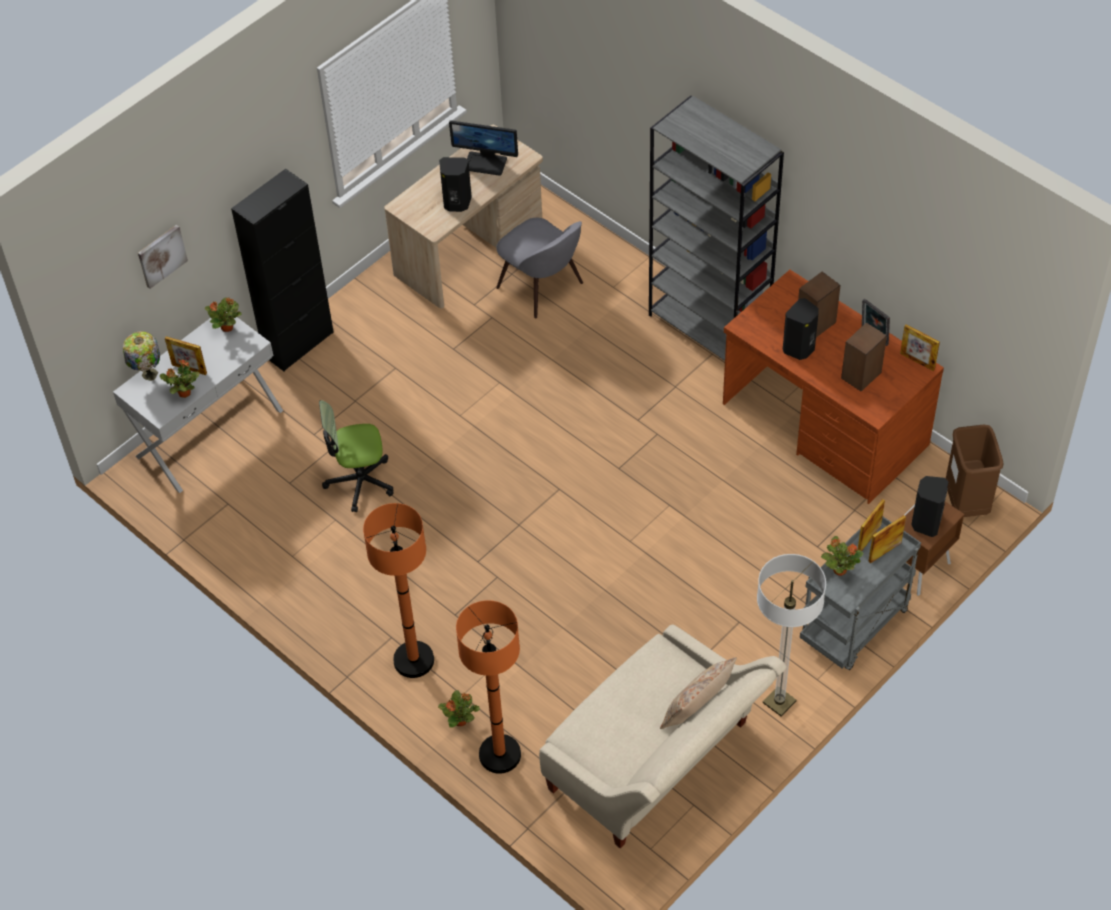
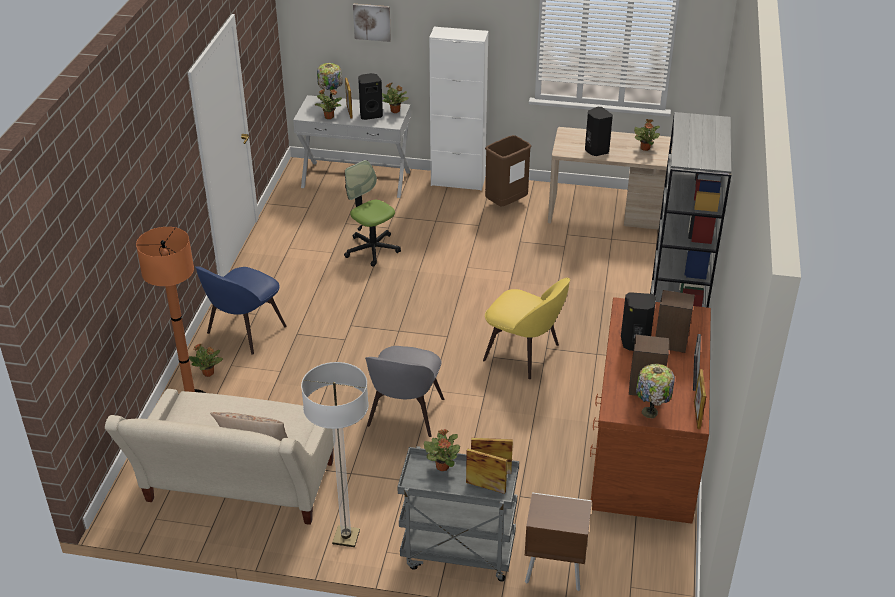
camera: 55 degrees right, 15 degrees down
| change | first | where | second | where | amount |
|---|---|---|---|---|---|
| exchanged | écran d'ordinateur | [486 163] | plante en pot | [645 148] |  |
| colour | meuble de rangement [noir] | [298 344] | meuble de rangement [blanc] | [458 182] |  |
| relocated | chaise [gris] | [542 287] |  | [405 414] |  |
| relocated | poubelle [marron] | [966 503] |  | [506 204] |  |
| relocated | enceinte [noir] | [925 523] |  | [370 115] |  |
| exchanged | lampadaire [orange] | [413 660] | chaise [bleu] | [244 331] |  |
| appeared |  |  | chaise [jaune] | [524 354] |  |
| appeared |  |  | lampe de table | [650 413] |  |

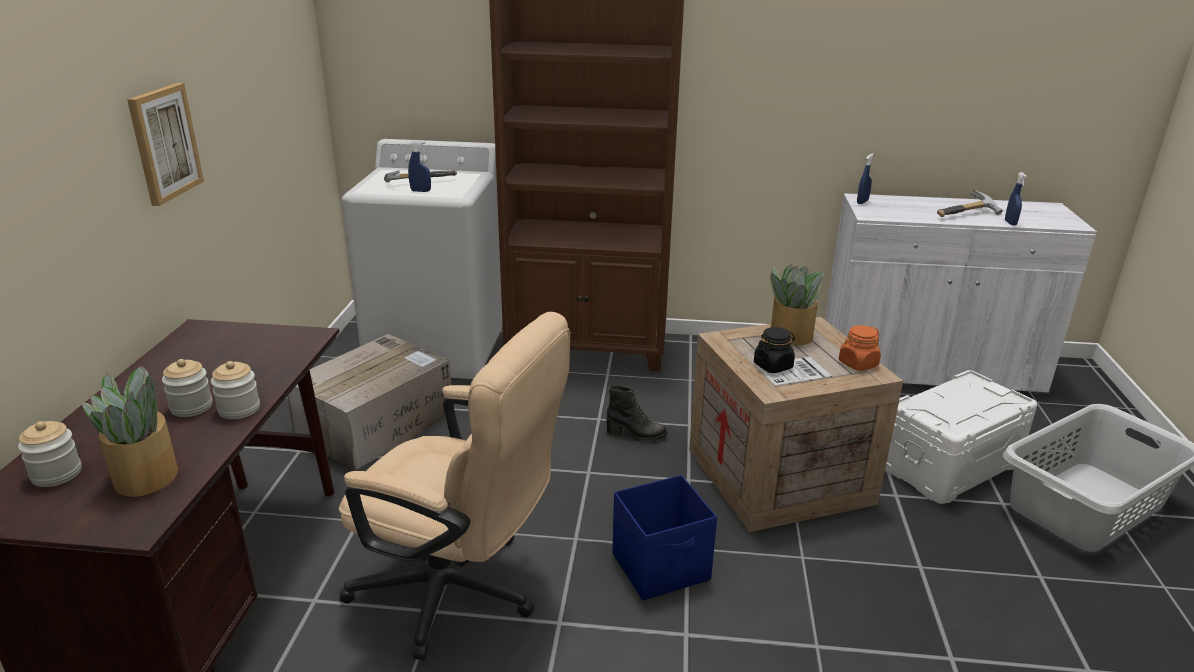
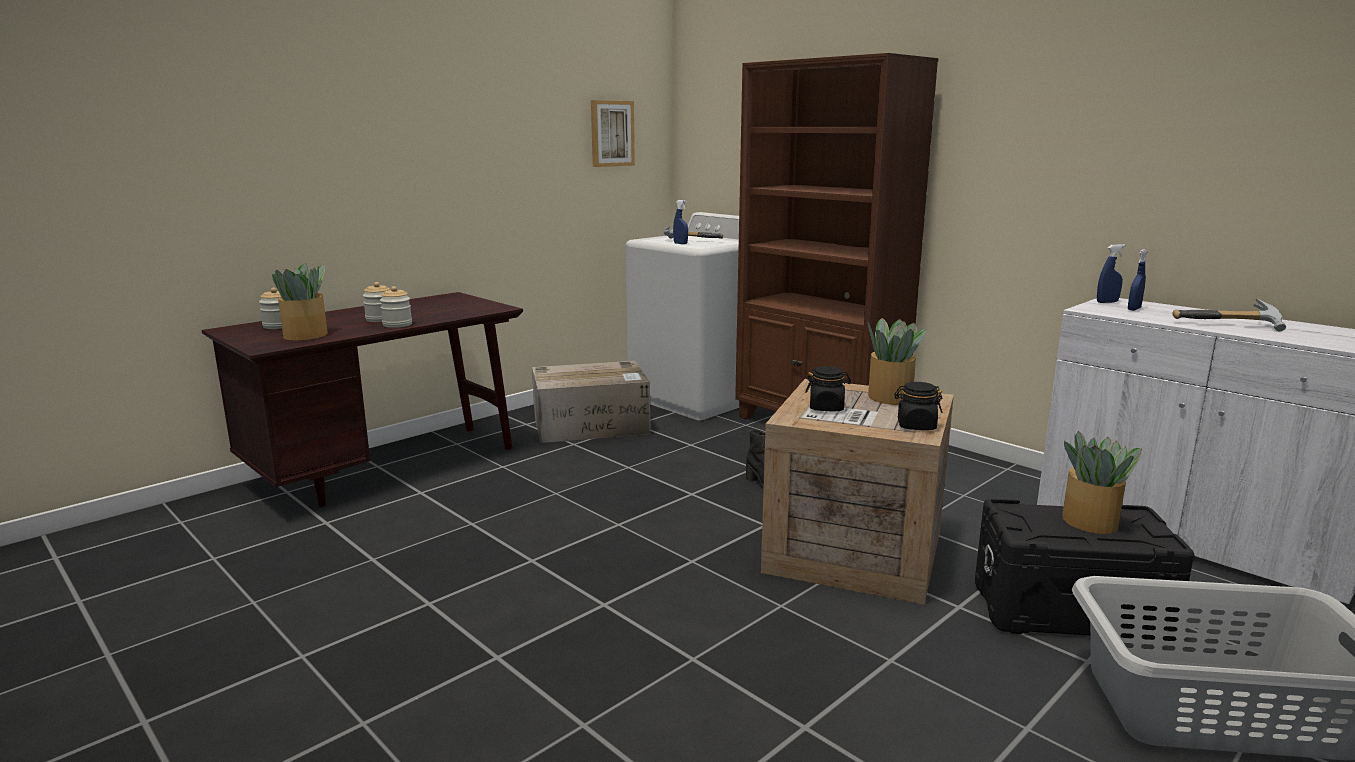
camera: 40 degrees right, 10 degrees down
| change | first | where | second | where | amount |
|---|---|---|---|---|---|
| relocated | tableau | [164 143] |  | [611 133] |  |
| relocated | vaporisateur [bleu] | [1010 223] |  | [1134 309] |  |
| missing | chaise de bureau [beige] | [460 593] |  |  |  |
| colour | bocal [orange] | [858 364] | bocal [noir] | [916 426] |  |
| colour | boîte de rangement [blanc] | [949 466] | boîte de rangement [noir] | [1070 611] |  |
| missing | boîte de rangement [bleu] | [662 567] |  |  |  |
| appeared |  |  | plante en pot | [1090 522] |  |

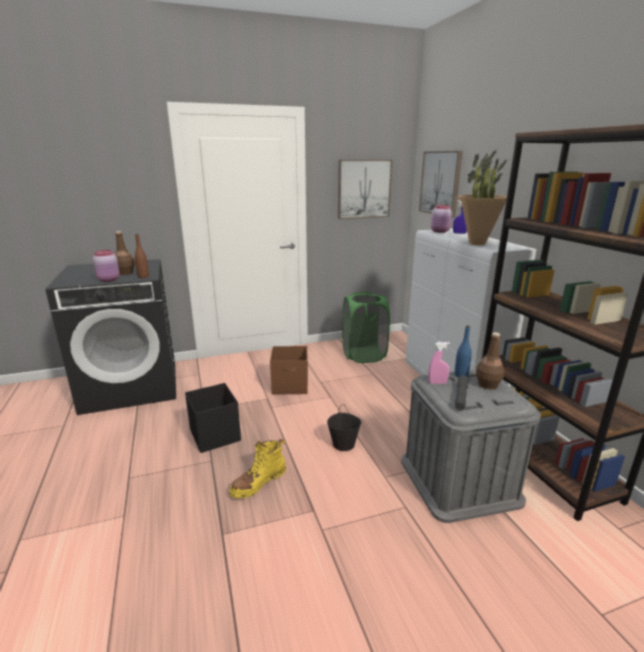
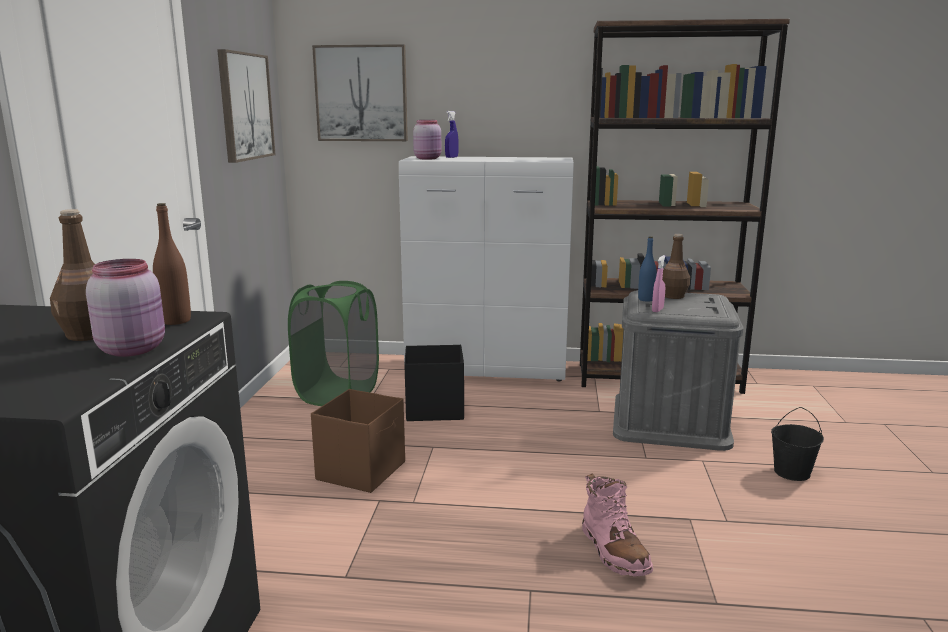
camera: 65 degrees left, 5 degrees down
| change | first | where | second | where | amount |
|---|---|---|---|---|---|
| missing | plante en pot | [476 243] |  |  |  |
| missing | lampe de poche [gris] | [461 397] |  |  |  |
| relocated | boîte de rangement [noir] | [215 435] |  | [433 409] |  |
| relocated | seau [noir] | [344 444] |  | [791 472] |  |
| colour | botte [jaune] | [258 482] | botte [rose] | [613 551] |  |

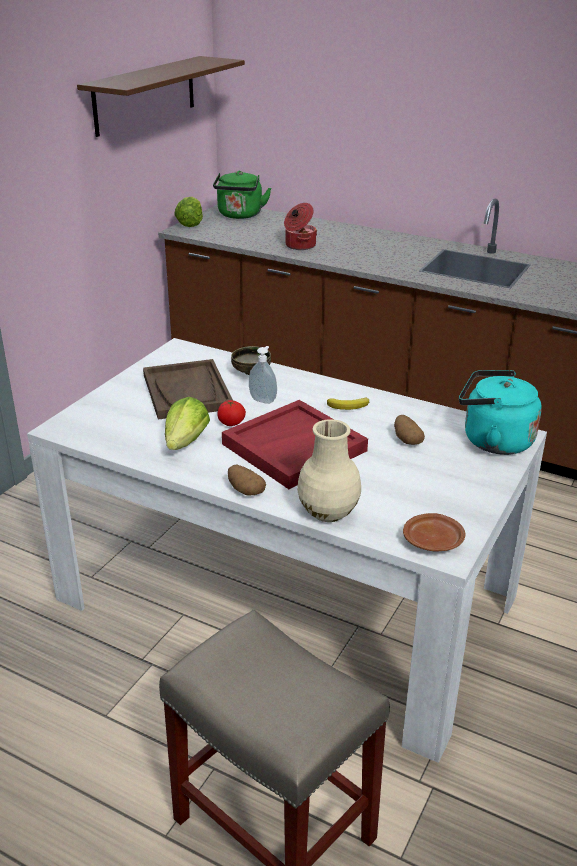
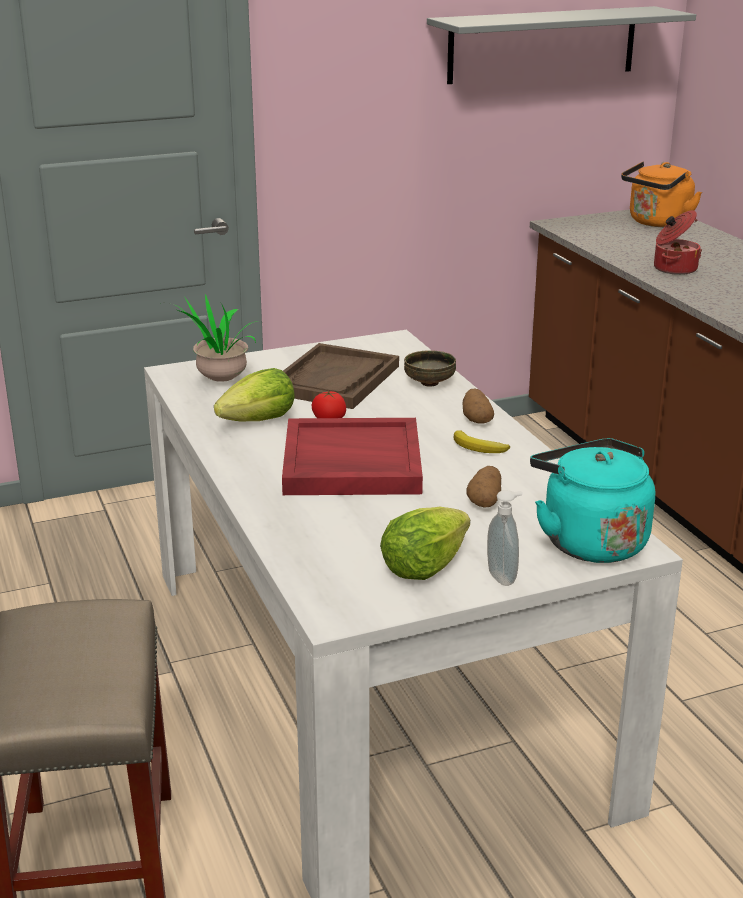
camera: 40 degrees right, 5 degrees down
| change | first | where | second | where | amount |
|---|---|---|---|---|---|
| colour | étagère [marron] | [145 95] | étagère [gris] | [542 44] |  |
| colour | bouilloire [vert] | [240 215] | bouilloire [orange] | [657 223] |  |
| relocated | laitue | [190 224] |  | [423 567] |  |
| relocated | distributeur de savon | [263 400] |  | [503 577] |  |
| missing | vase [beige] | [328 513] |  |  |  |
| relocated | pomme de terre | [245 490] |  | [476 419] |  |
| missing | assiette [marron] | [433 541] |  |  |  |
| appeared |  |  | plante en pot | [218 381] |  |

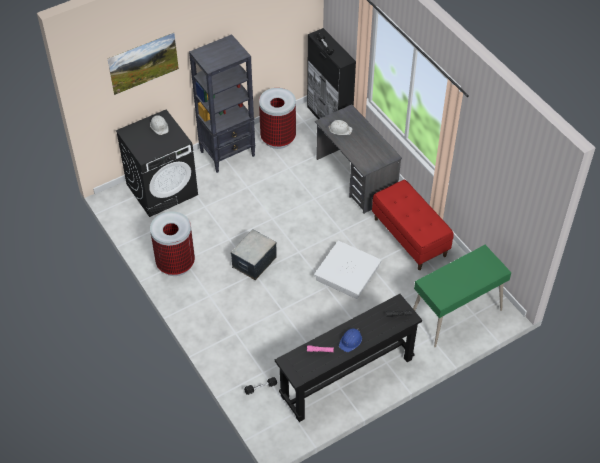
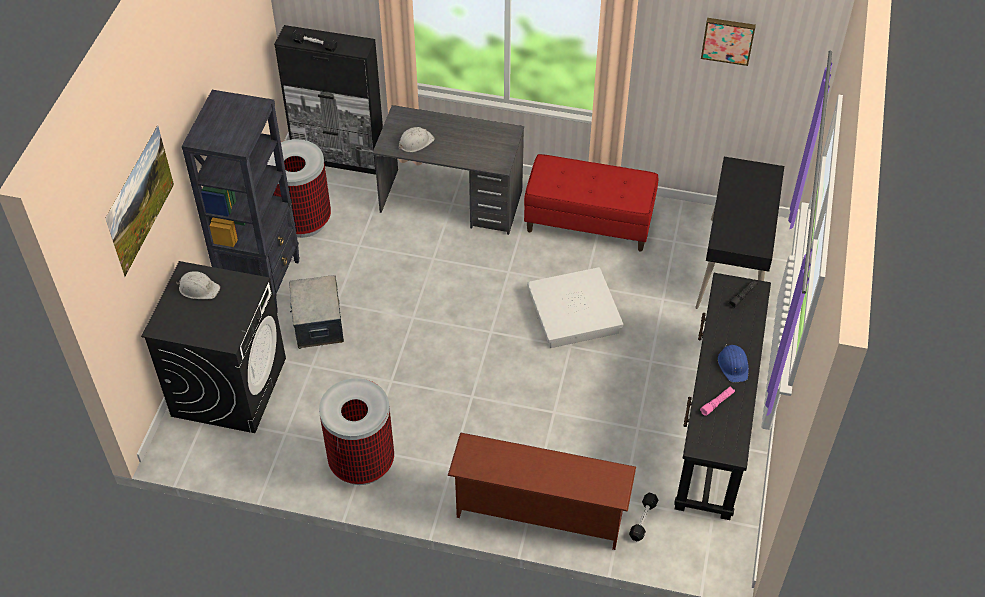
camera: 45 degrees left, 0 degrees up
| change | first | where | second | where | amount |
|---|---|---|---|---|---|
| relocated | boîte de rangement | [254 262] |  | [318 324] |  |
| colour | bureau [vert] | [456 314] | bureau [noir] | [734 268] |  |
| appeared |  |  | tableau | [728 40] |  |
| appeared |  |  | étagère à chaussures [marron] | [539 514] |  |

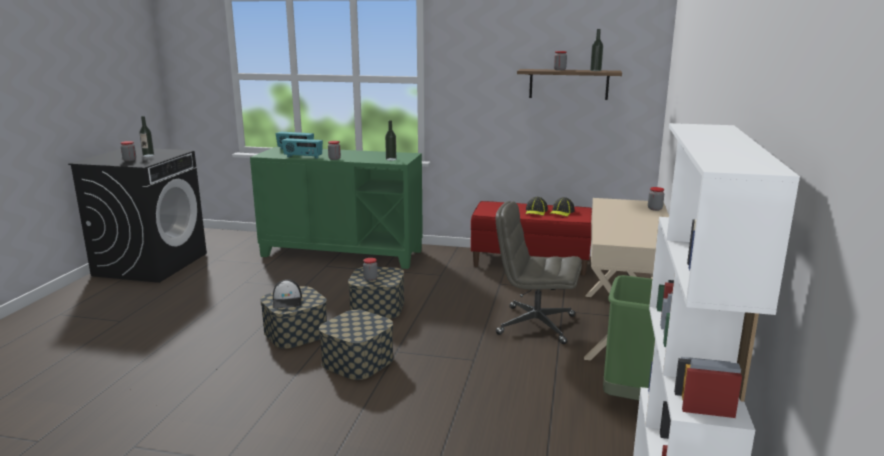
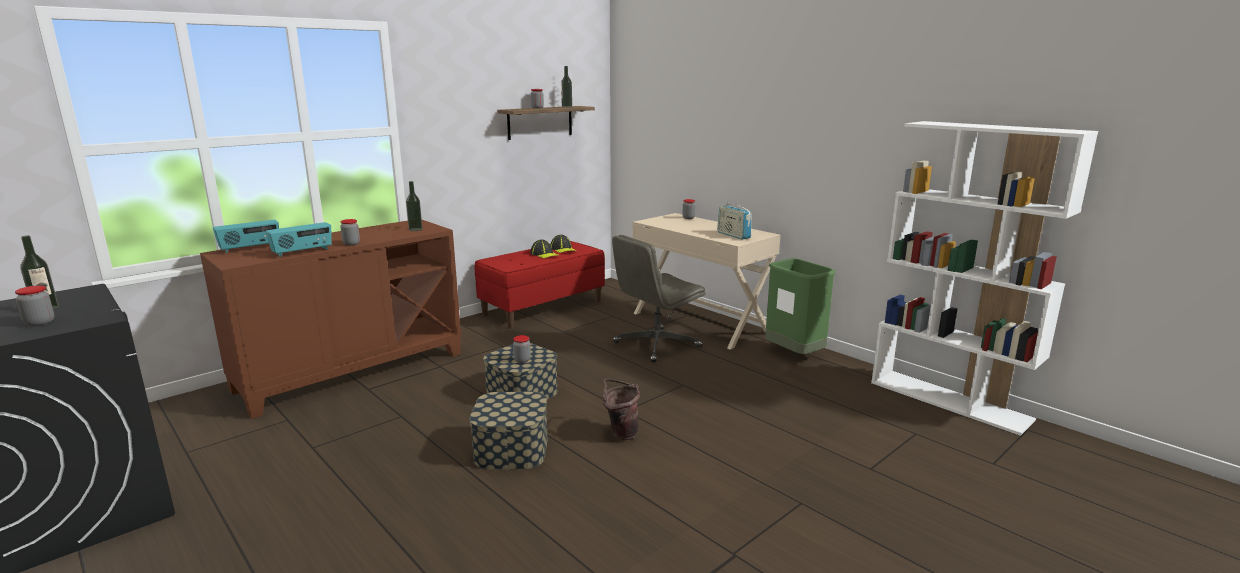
camera: 55 degrees left, 0 degrees up
| change | first | where | second | where | amount |
|---|---|---|---|---|---|
| colour | meuble de rangement [vert] | [342 253] | meuble de rangement [marron] | [352 371] |  |
| missing | casquette | [287 301] |  |  |  |
| exchanged | boîte de rangement | [358 361] | seau [marron] | [620 433] |  |
| appeared |  |  | radio | [733 235] |  |

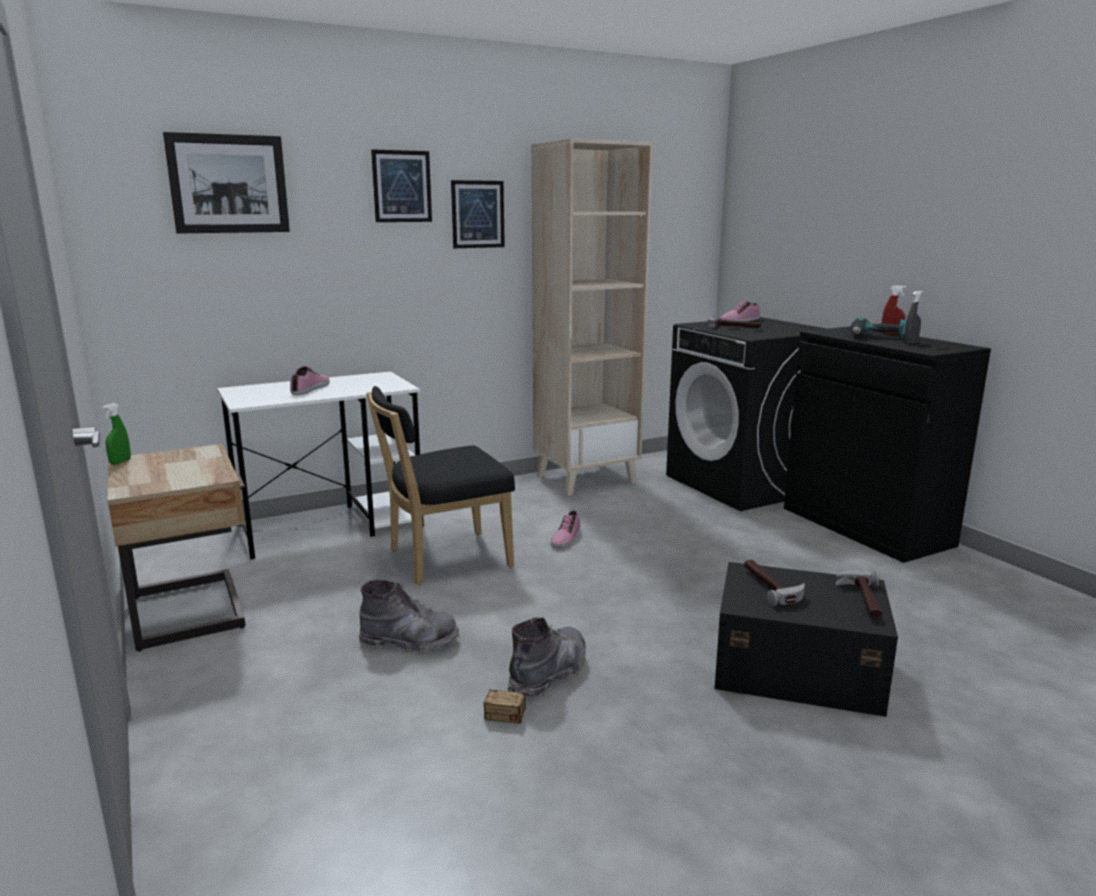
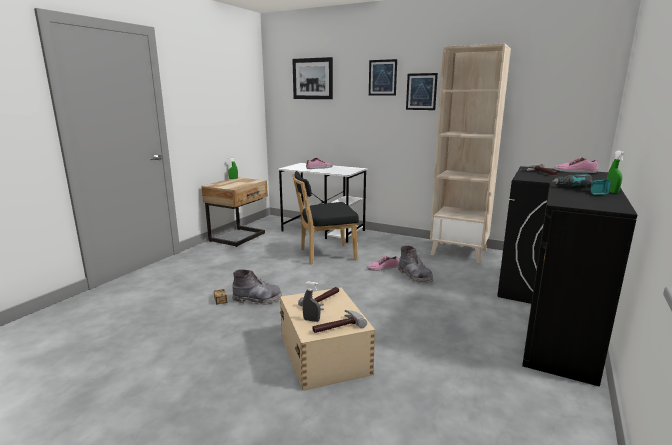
camera: 55 degrees right, 0 degrees up
| change | first | where | second | where | amount |
|---|---|---|---|---|---|
| colour | vaporisateur [rouge] | [891 334] | vaporisateur [vert] | [611 192] |  |
| relocated | vaporisateur [gris] | [910 342] |  | [311 320] |  |
| spun | chaise [noir] | [443 559] |  | [324 254] | 45 degrees counterclockwise |
| colour | boîte de rangement [noir] | [795 668] | boîte de rangement [beige] | [324 353] |  |
| relocated | botte [gris] | [409 642] |  | [414 276] |  |

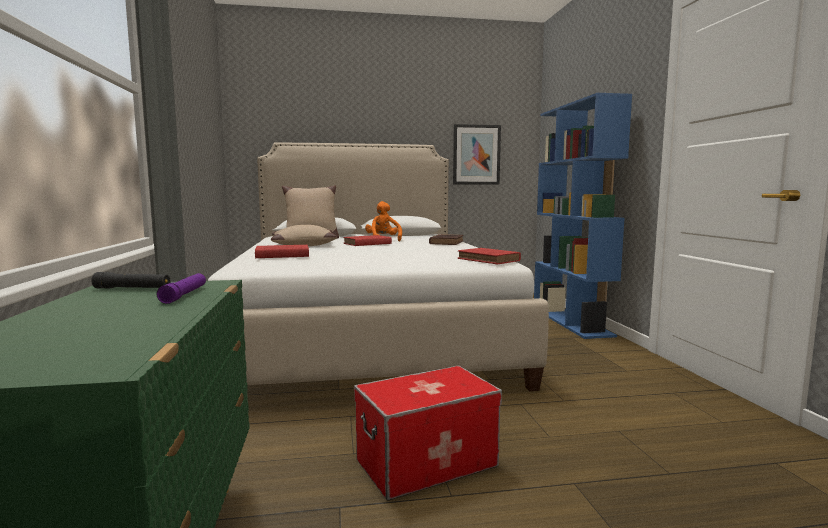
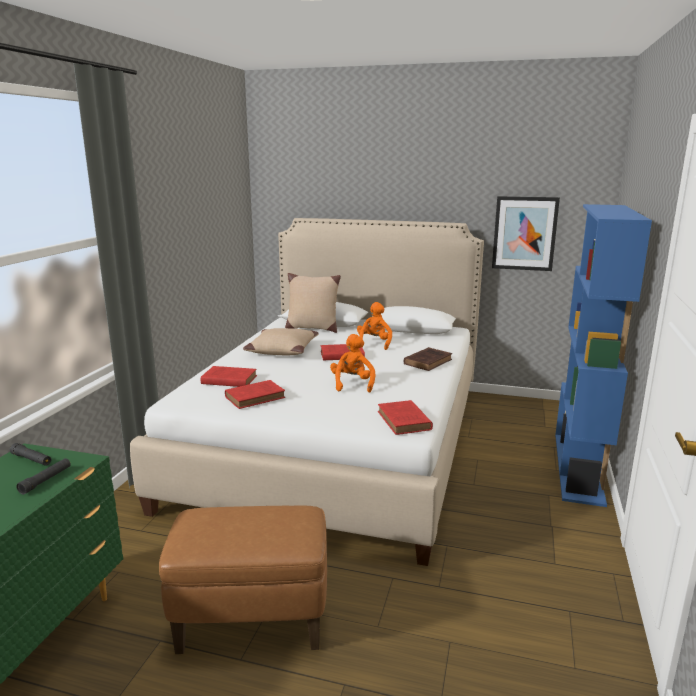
camera: 25 degrees right, 10 degrees up
| change | first | where | second | where | amount |
|---|---|---|---|---|---|
| colour | lampe de poche [violet] | [184 295] | lampe de poche [noir] | [46 480] |  |
| exchanged | boîte de rangement | [426 463] | pouf [marron] | [251 621] |  |
| appeared |  |  | peluche [orange] | [352 384] |  |
| appeared |  |  | livre [rouge] | [256 397] |  |

